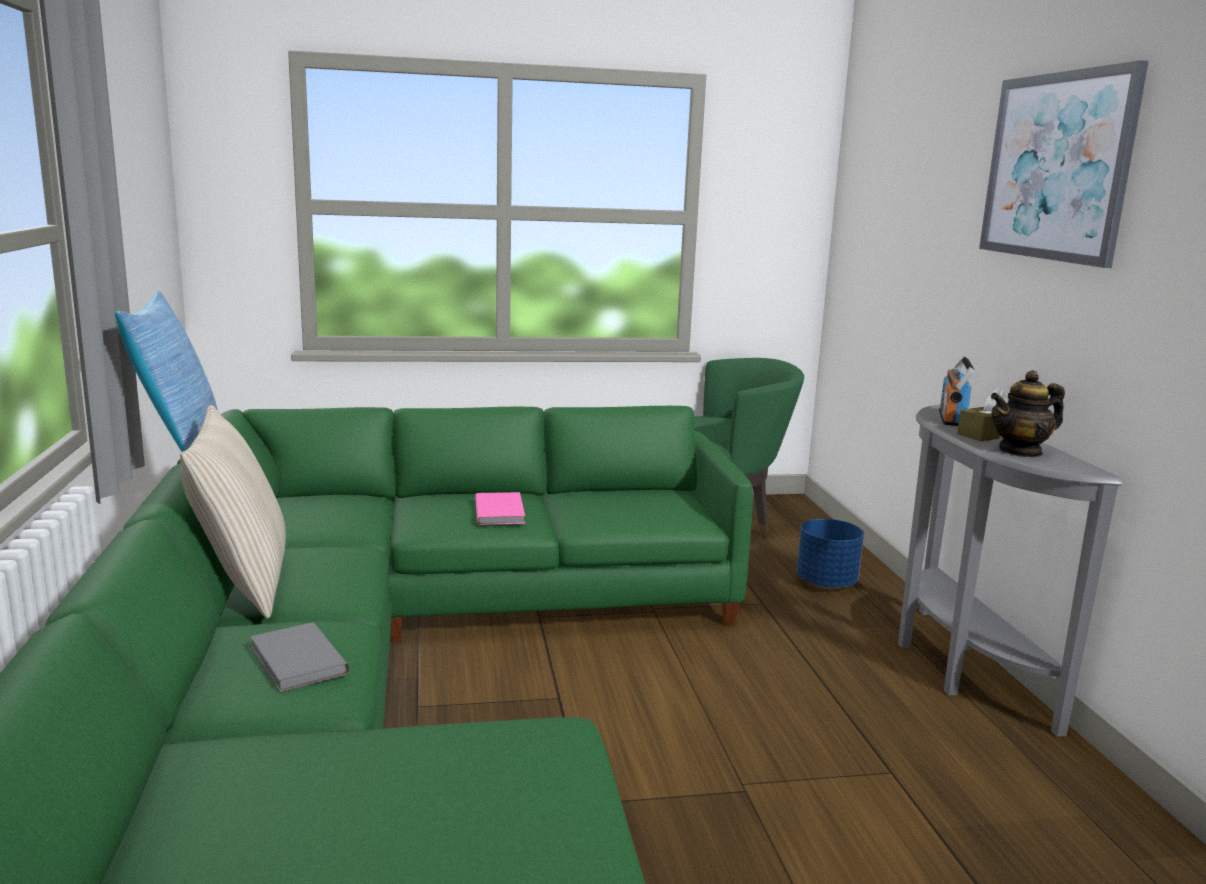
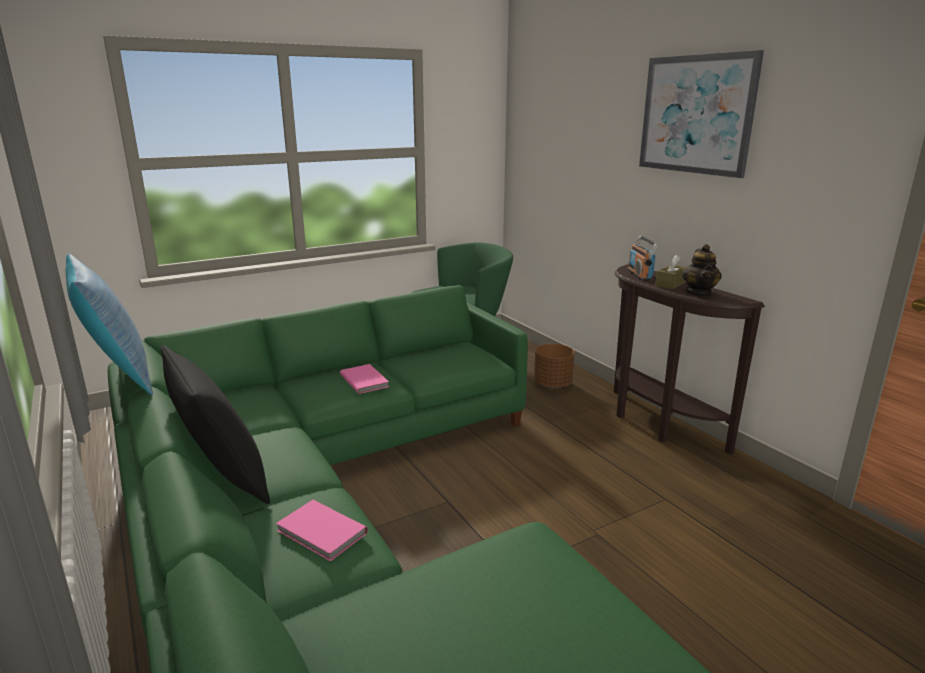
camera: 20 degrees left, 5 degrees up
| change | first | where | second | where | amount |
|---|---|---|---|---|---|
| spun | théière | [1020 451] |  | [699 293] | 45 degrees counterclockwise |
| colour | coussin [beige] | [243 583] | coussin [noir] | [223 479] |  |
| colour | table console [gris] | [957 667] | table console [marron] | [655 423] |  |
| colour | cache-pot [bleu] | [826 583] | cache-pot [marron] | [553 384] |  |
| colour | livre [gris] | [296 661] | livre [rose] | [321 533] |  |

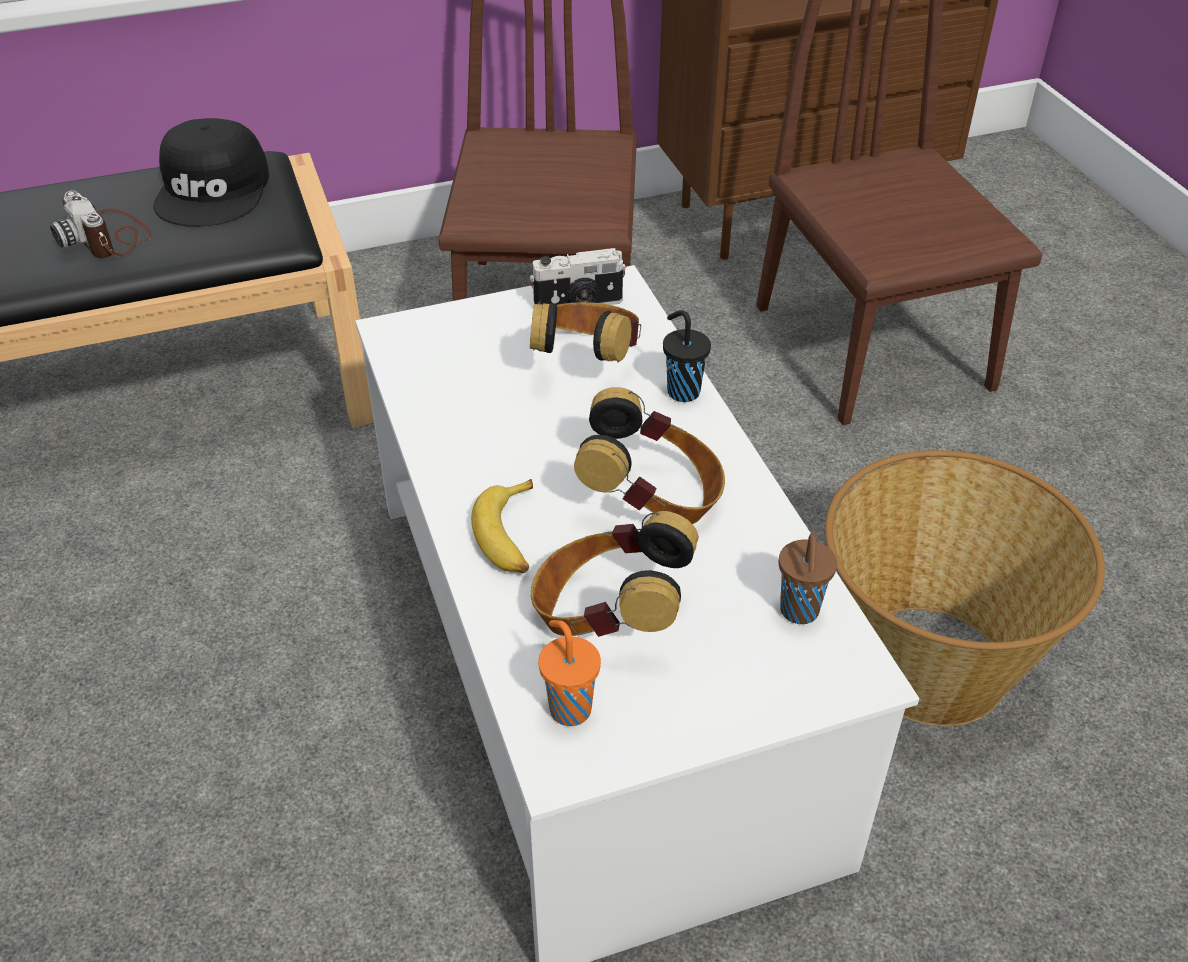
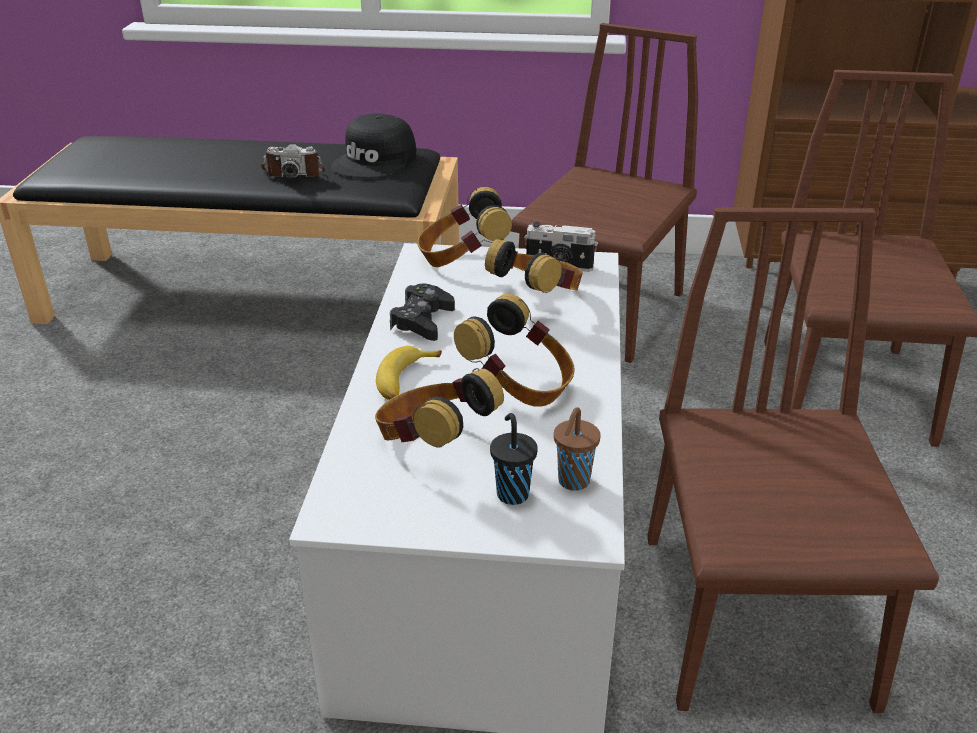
camera: 25 degrees right, 10 degrees down
| change | first | where | second | where | amount |
|---|---|---|---|---|---|
| spun | appareil photo | [108 237] |  | [294 172] | 75 degrees counterclockwise |
| relocated | tasse [noir] | [682 391] |  | [512 493] |  |
| exchanged | panier | [927 662] | chaise [marron] | [754 617] |  |
| missing | tasse [orange] | [569 707] |  |  |  |
| appeared |  |  | casque audio | [462 259] |  |
| appeared |  |  | manette [noir] | [422 321] |  |

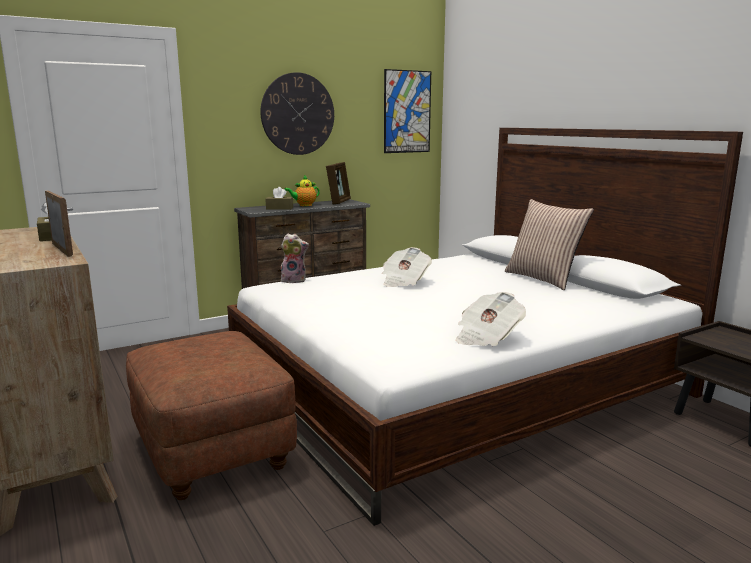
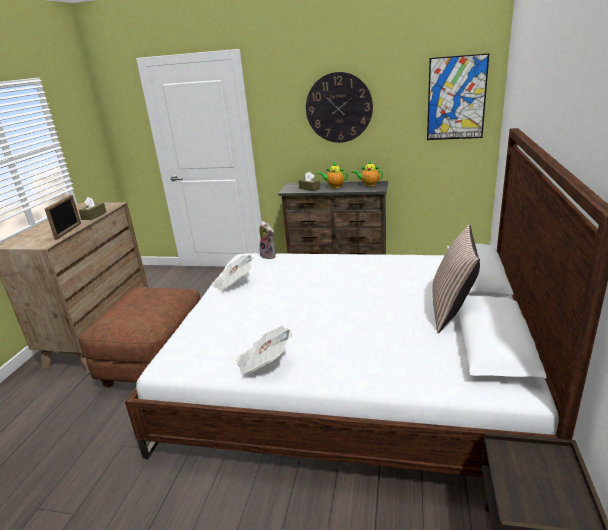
camera: 45 degrees right, 10 degrees up
| change | first | where | second | where | amount |
|---|---|---|---|---|---|
| exchanged | cadre photo | [339 202] | théière | [369 185] |  |
| relocated | journal | [404 281] |  | [233 283] |  |

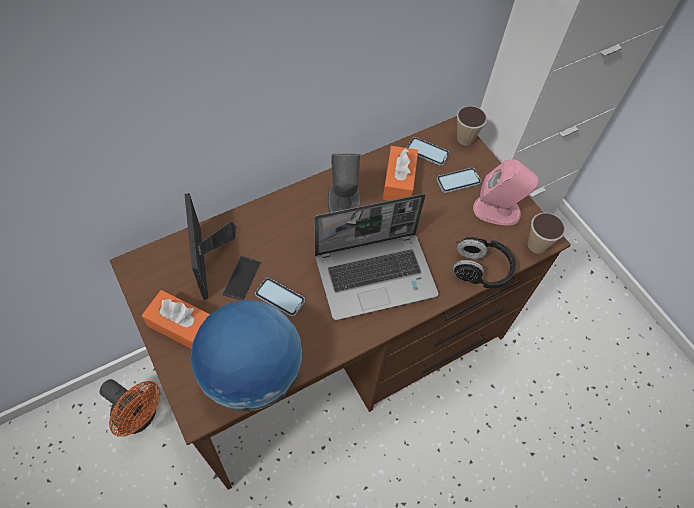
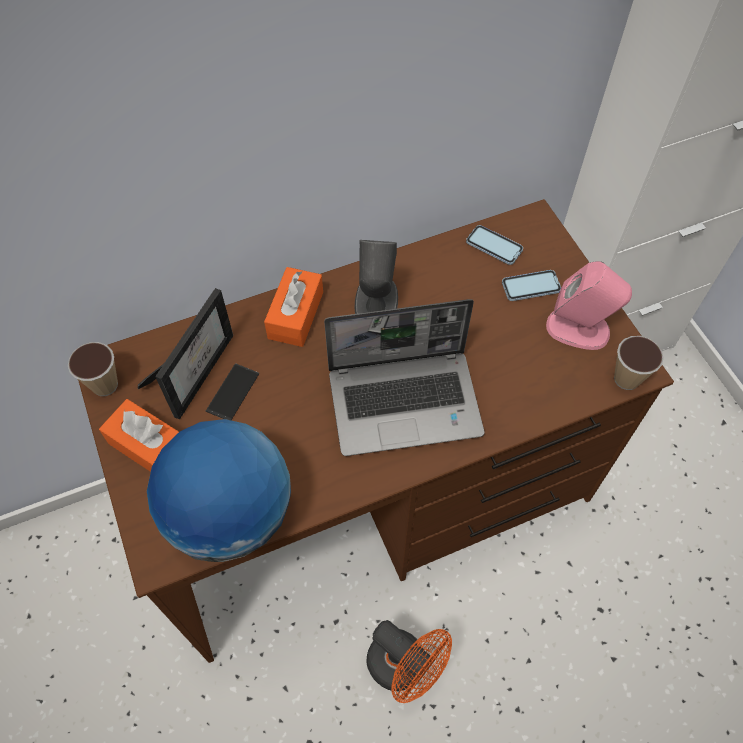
camera: 10 degrees right, 0 degrees up
| change | first | where | second | where | amount |
|---|---|---|---|---|---|
| relocated | tasse | [465 138] |  | [105 385] |  |
| relocated | boîte à mouchoirs [orange] | [399 181] |  | [295 315] |  |
| spun | cadre photo | [210 263] |  | [196 369] | 150 degrees counterclockwise |
| missing | casque audio [noir] | [480 269] |  |  |  |
| missing | téléphone | [280 297] |  |  |  |
| relocated | ventilateur [orange] | [140 416] |  | [404 667] |  |

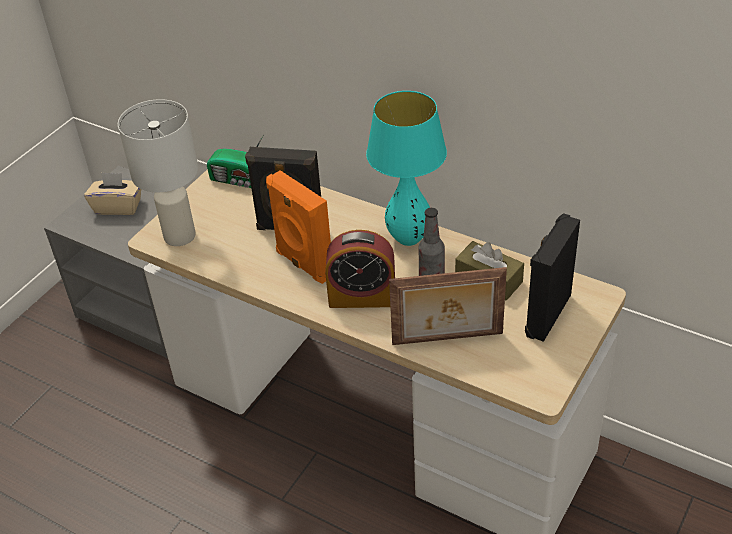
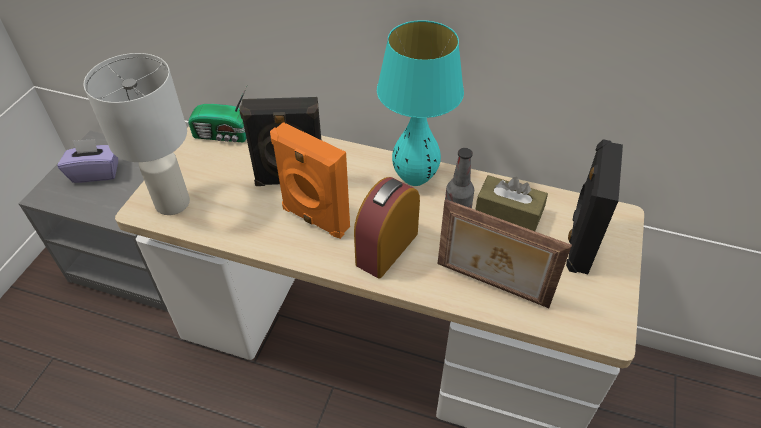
camera: 15 degrees left, 5 degrees up
| change | first | where | second | where | amount |
|---|---|---|---|---|---|
| colour | boîte à mouchoirs [beige] | [118 206] | boîte à mouchoirs [violet] | [96 172] |  |
| spun | réveil | [362 297] |  | [387 248] | 135 degrees clockwise |
| spun | cadre photo | [447 340] |  | [491 286] | 45 degrees clockwise |

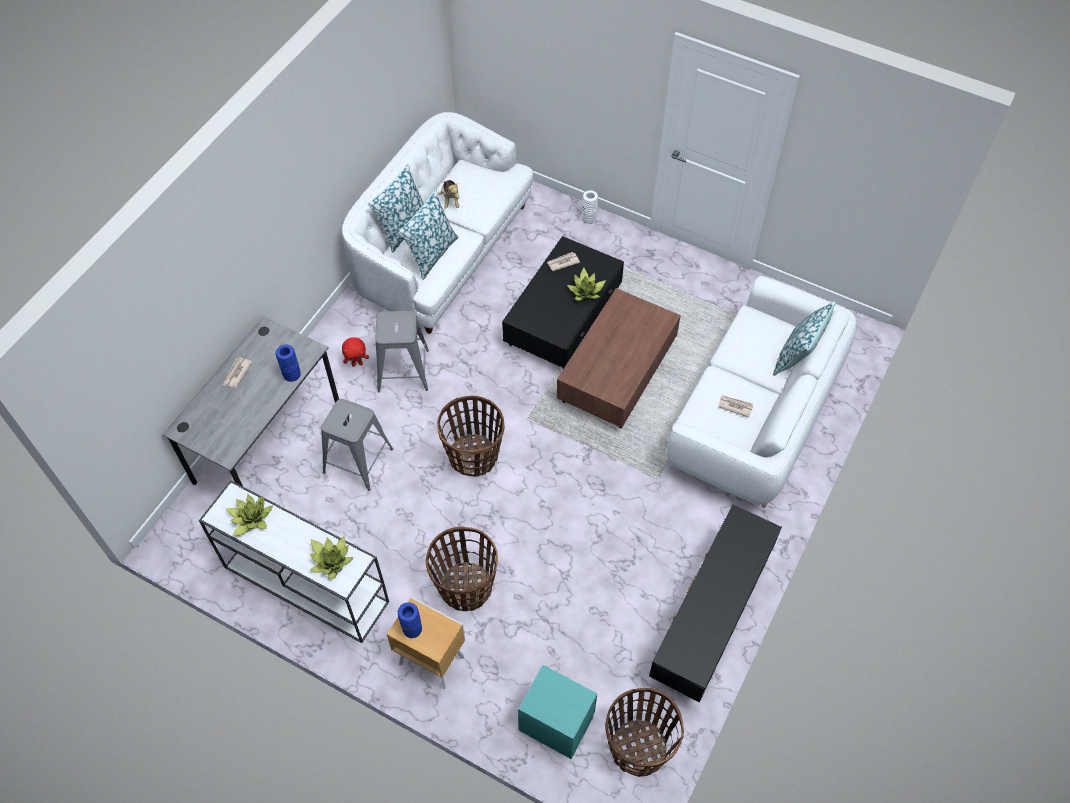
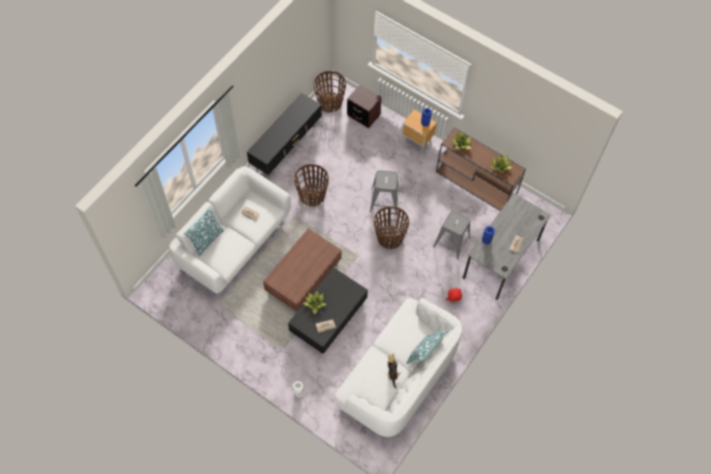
camera: 175 degrees left, 5 degrees up
| change | first | where | second | where | amount |
|---|---|---|---|---|---|
| missing | coussin | [431 254] |  |  |  |
| relocated | tabouret [gris] | [403 370] |  | [384 201] |  |
| colour | table console [blanc] | [304 584] | table console [marron] | [476 184] |  |
| relocated | panier | [465 588] |  | [312 195] |  |
| colour | table de chevet [turquoise] | [556 723] | table de chevet [marron] | [363 115] |  |

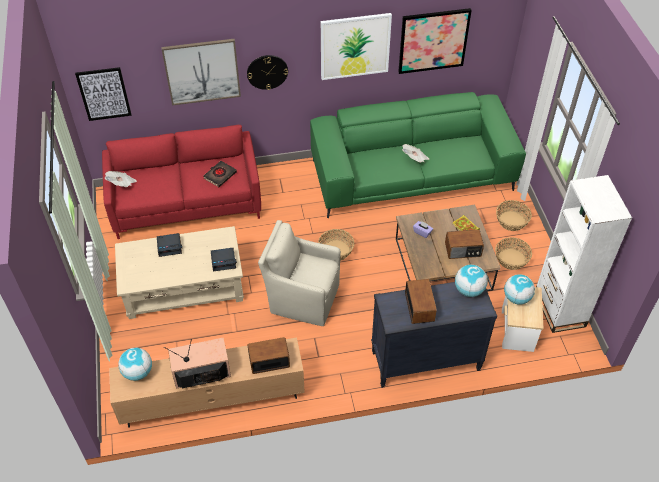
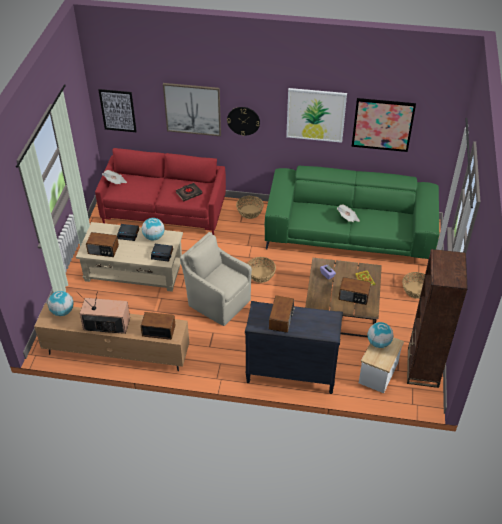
camera: 20 degrees right, 5 degrees down
| change | first | where | second | where | amount |
|---|---|---|---|---|---|
| colour | bibliothèque [blanc] | [559 309] | bibliothèque [marron] | [422 367] |  |
| relocated | panier | [511 259] |  | [249 211] |  |
| relocated | globe | [469 290] |  | [154 237] |  |
| appeared |  |  | radio | [103 250] |  |

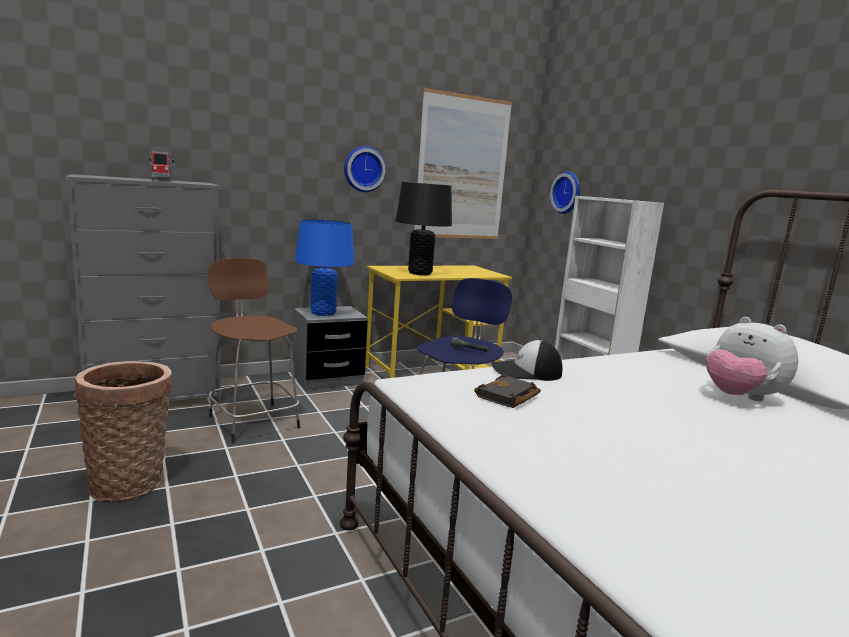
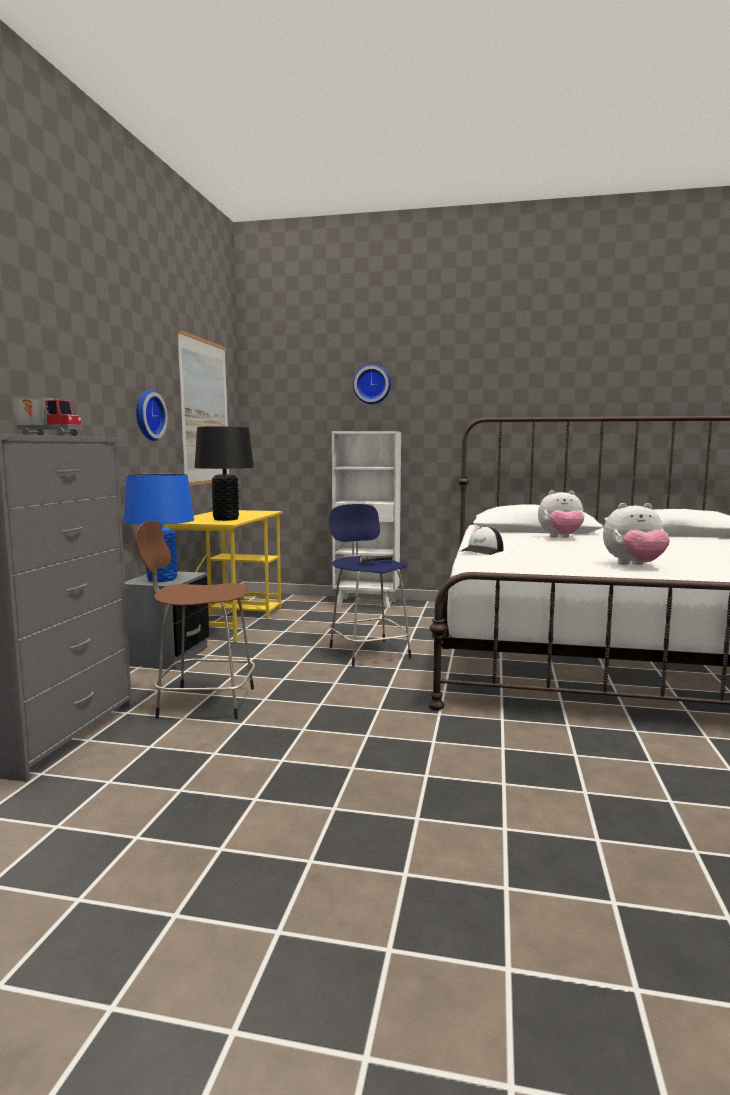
camera: 50 degrees left, 5 degrees down
| change | first | where | second | where | amount |
|---|---|---|---|---|---|
| relocated | horloge murale | [568 193] |  | [372 384] |  |
| missing | panier | [130 482] |  |  |  |
| missing | livre [noir] | [508 397] |  |  |  |
| appeared |  |  | peluche | [634 565] |  |

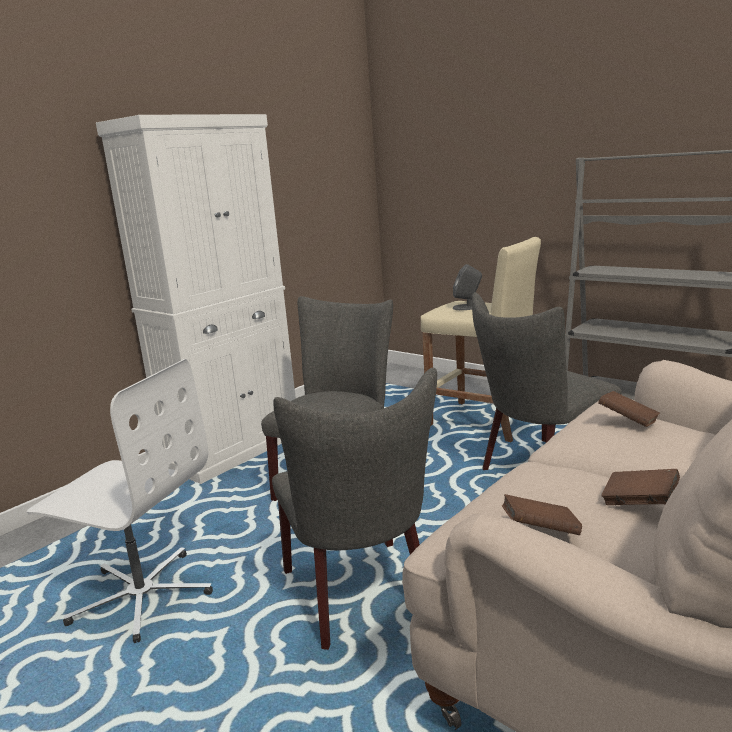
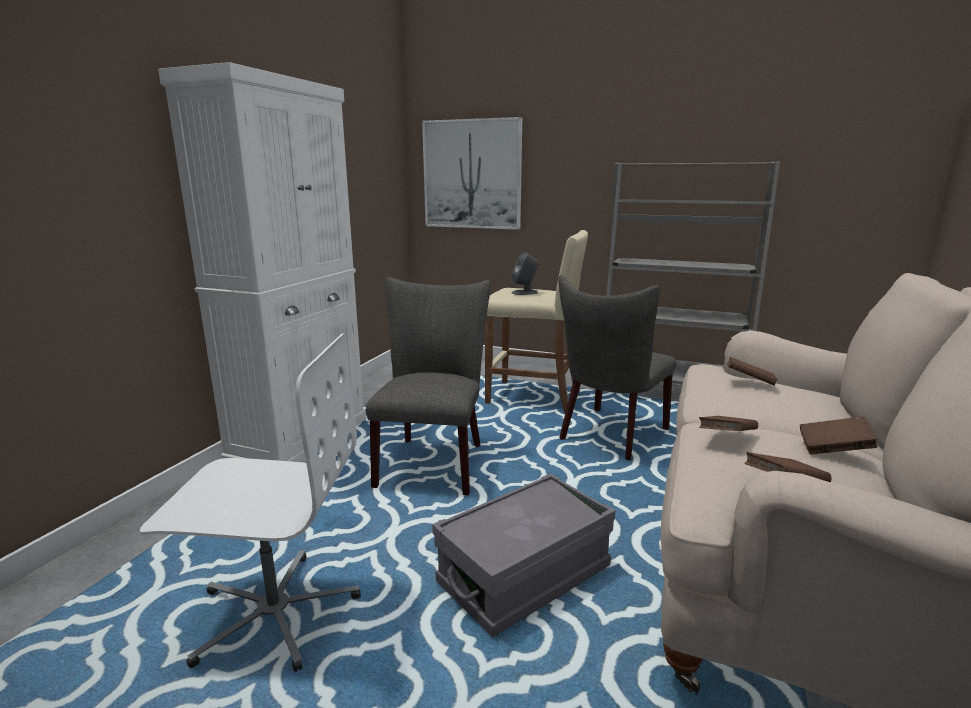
camera: 20 degrees left, 0 degrees up
| change | first | where | second | where | amount |
|---|---|---|---|---|---|
| exchanged | chaise [gris] | [362 599] | boîte de rangement [gris] | [524 576] |  |
| appeared |  |  | tableau | [472 174] |  |
| appeared |  |  | livre [marron] | [726 438] |  |

